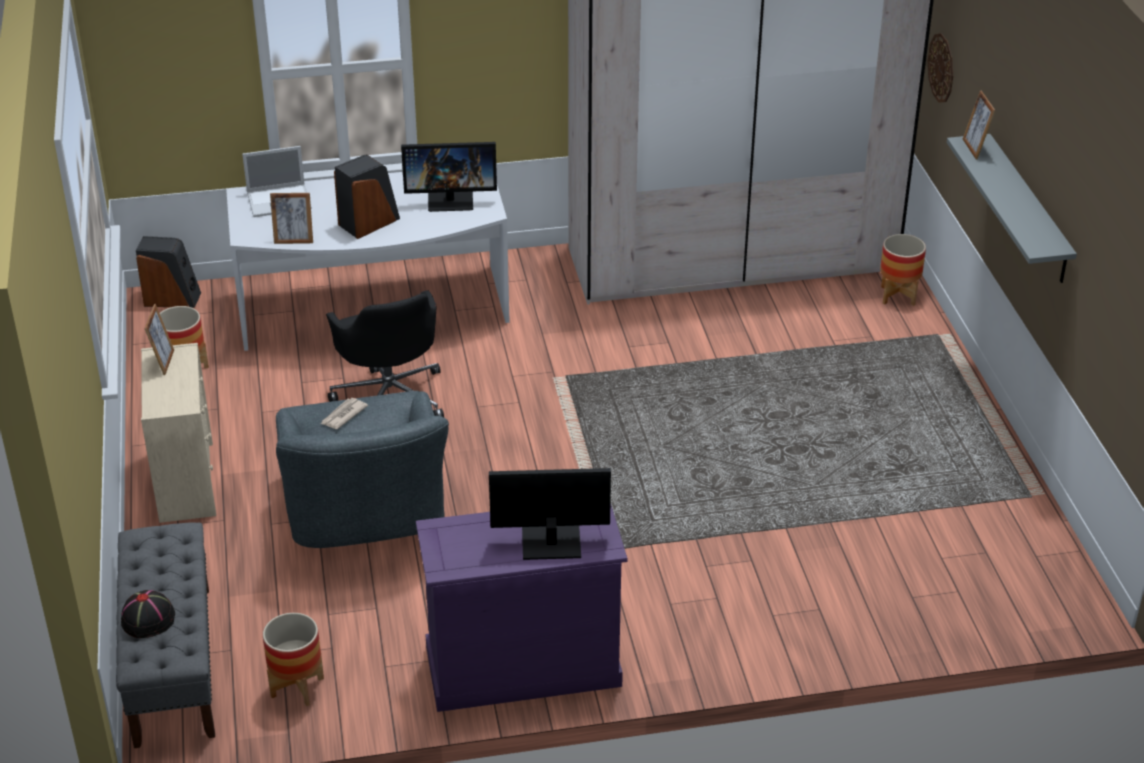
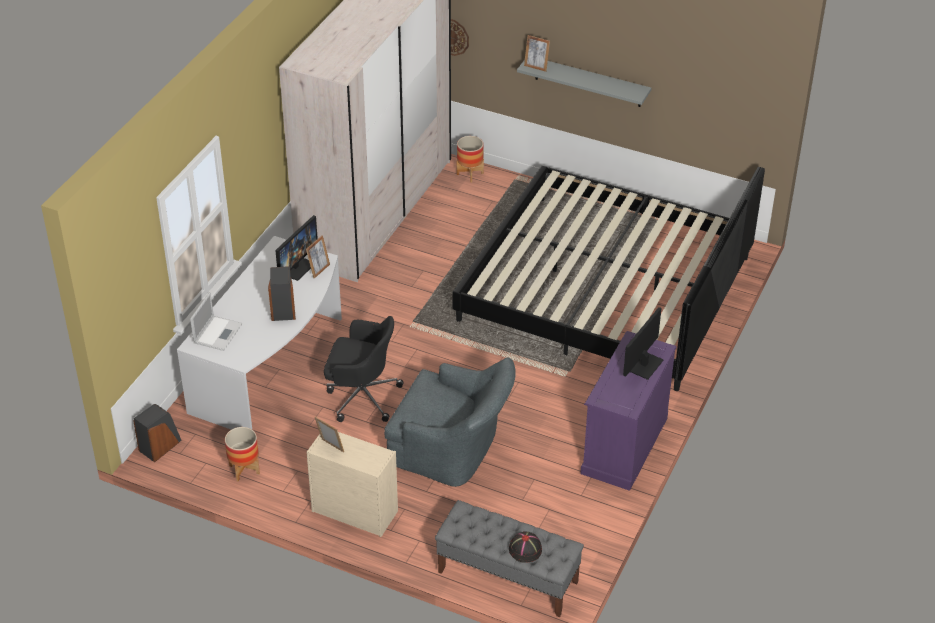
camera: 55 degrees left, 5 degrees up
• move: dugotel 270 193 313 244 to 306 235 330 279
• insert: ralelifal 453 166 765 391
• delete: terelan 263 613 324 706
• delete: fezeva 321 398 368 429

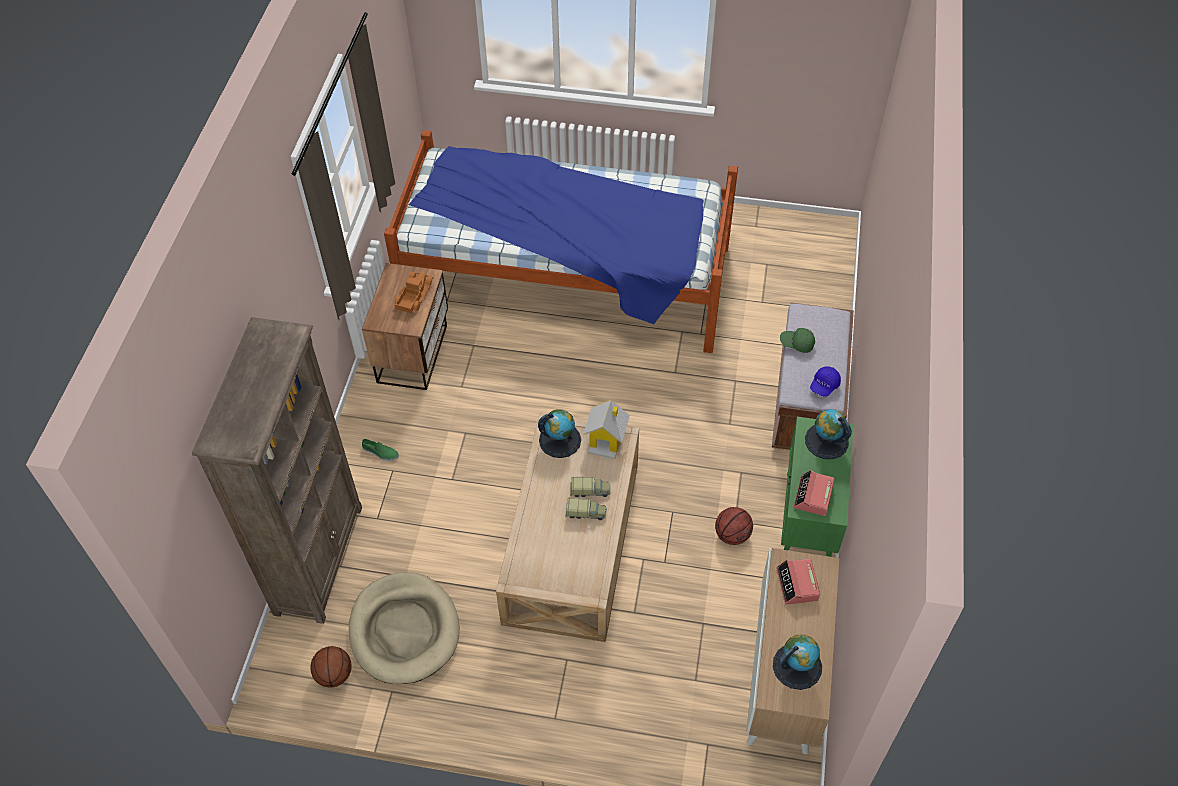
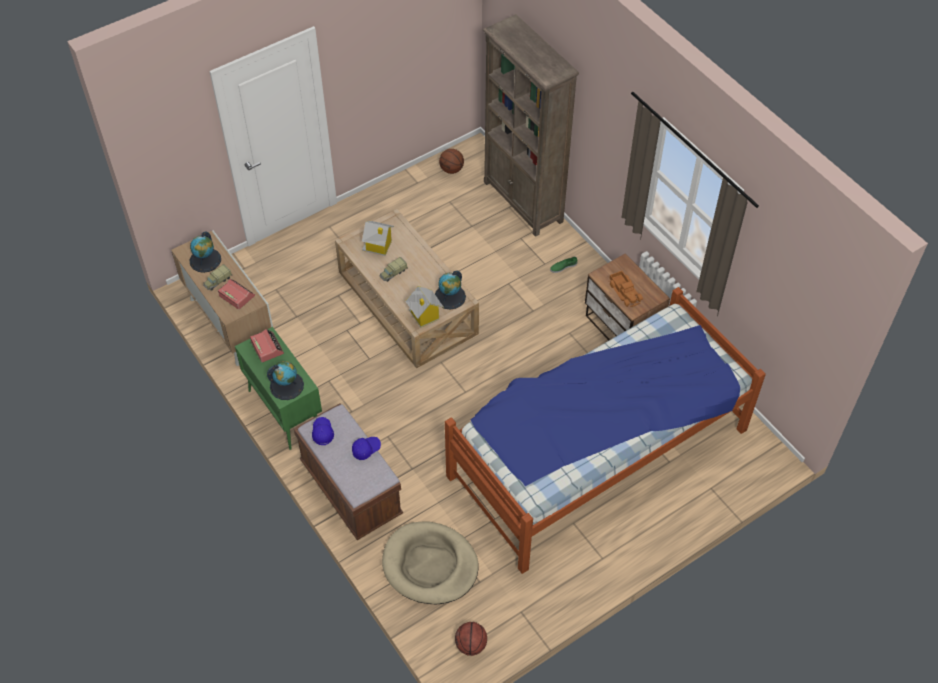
camera: 135 degrees right, 0 degrees up
• move: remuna 570 477 610 497 to 203 264 232 291
• recolor: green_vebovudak 780 328 815 353 to blue_vebovudak 352 437 381 460
• insert: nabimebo 362 221 394 256
• move: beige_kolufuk 349 572 460 684 to 382 521 479 604
• move: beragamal 715 507 753 545 to 455 622 487 656

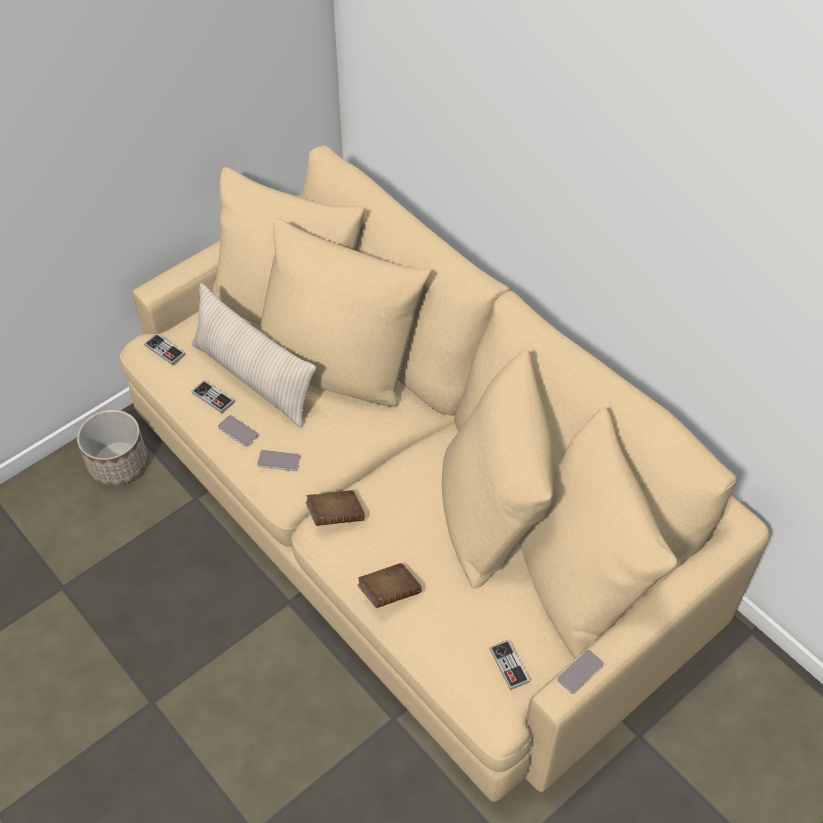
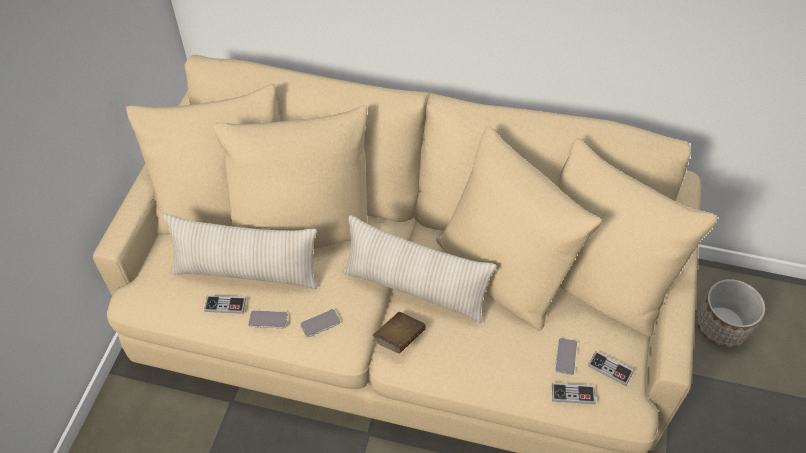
camera: 35 degrees left, 0 degrees up
• insert: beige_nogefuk 343 215 497 323
• move: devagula 144 333 186 365 to 552 383 595 404
• move: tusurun 557 649 604 694 to 555 338 577 375
• move: terelan 77 410 148 486 to 696 279 765 348
• delete: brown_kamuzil 357 563 422 608

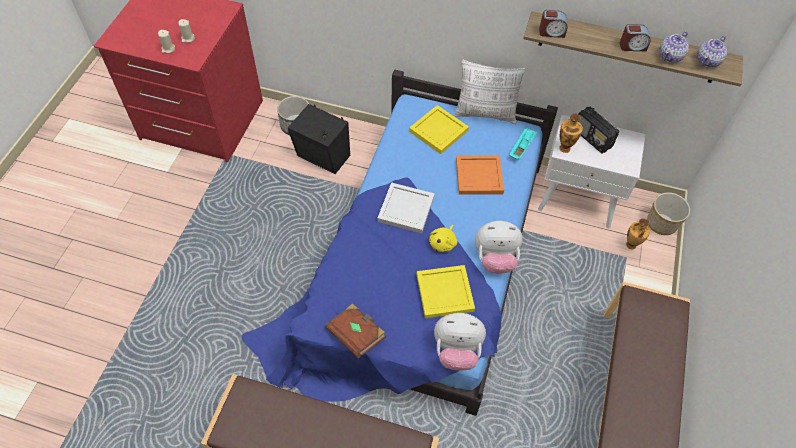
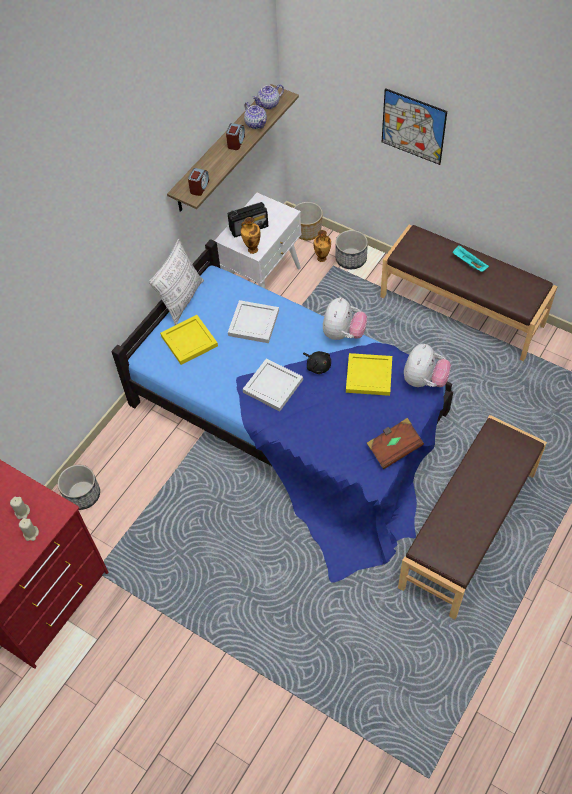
camera: 70 degrees left, 0 degrees up
• recolor: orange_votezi 456 155 504 195 to white_votezi 228 300 279 343
• rotate: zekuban 697 36 727 67 = 252 84 284 109 90 degrees clockwise
• recolor: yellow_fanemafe 429 225 457 252 to black_fanemafe 303 351 331 374
• insert: terelan 336 230 368 269
• insert: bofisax 382 88 447 165
• move: turquoise_votezi 510 128 537 160 to 452 245 489 272
• delete: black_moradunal 288 104 350 174

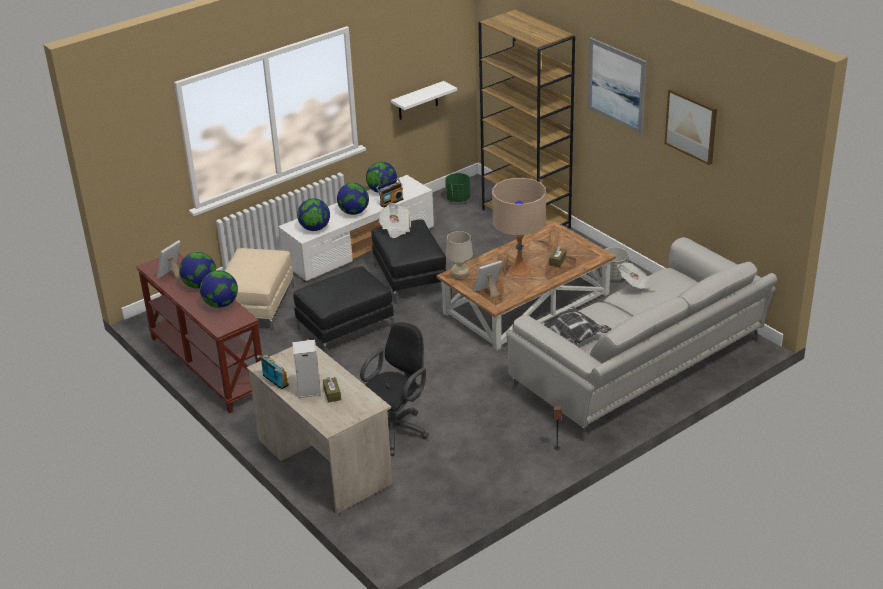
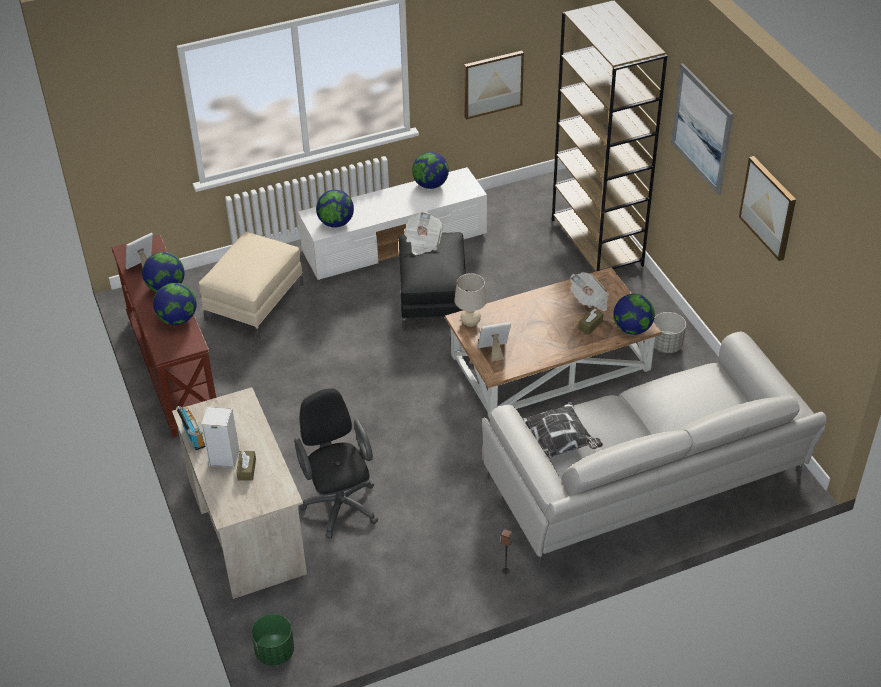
camera: 15 degrees right, 10 degrees up
• move: green_terelan 445 173 471 202 to 251 614 294 666
• rotate: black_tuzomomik 360 322 429 456 = 294 388 378 539 75 degrees counterclockwise
• replace: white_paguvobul 391 81 457 120 to bofisax 464 51 524 120
• move: fezeva 617 262 654 291 to 570 272 609 311
• move: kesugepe 337 183 369 215 to 613 294 655 335
• delete: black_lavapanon 293 266 394 354
• delete: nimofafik 376 178 404 208
• delete: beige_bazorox 492 178 546 277

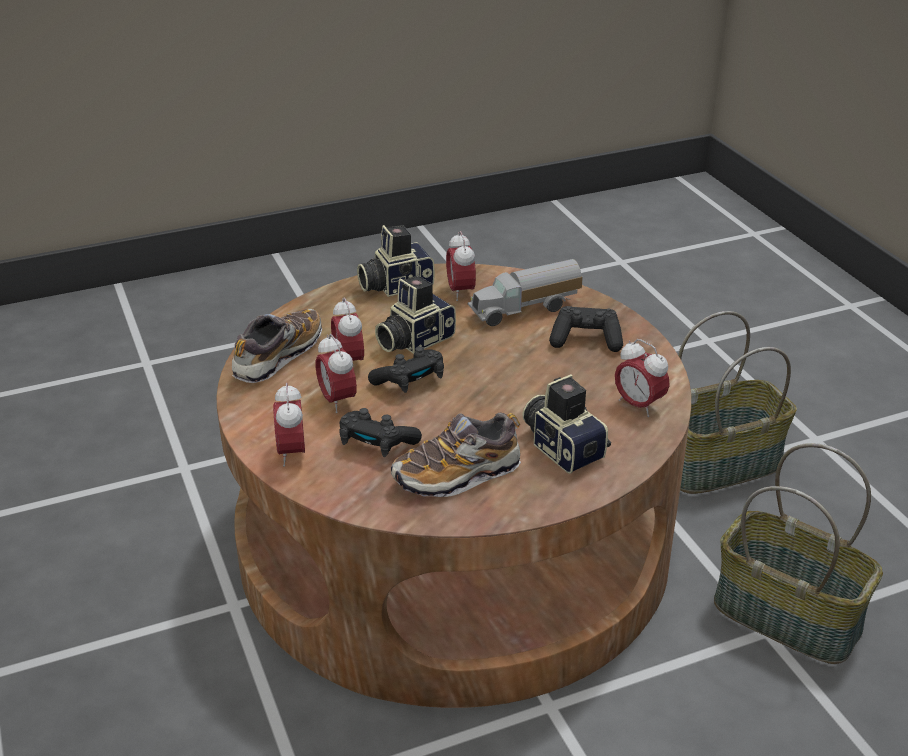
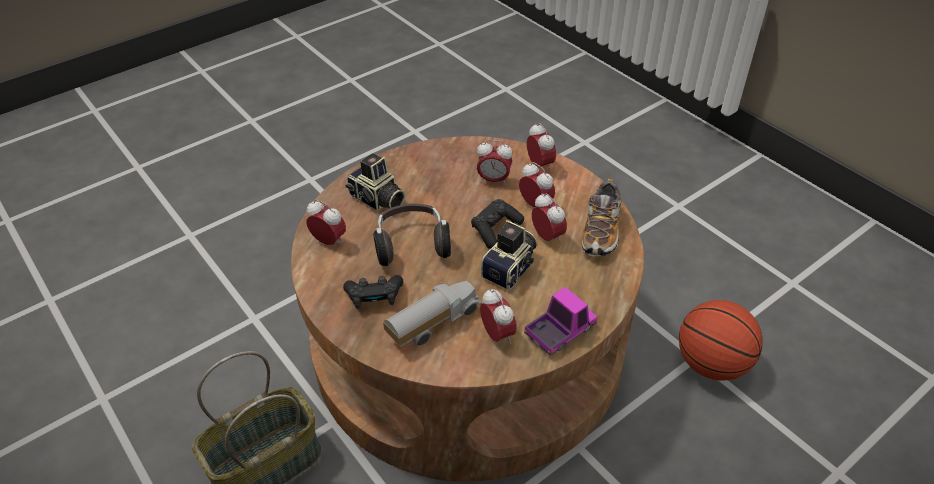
camera: 165 degrees right, 10 degrees up
• insert: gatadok 373 204 451 266
• replace: black_devagula 340 408 422 457 to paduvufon 477 140 512 185
• replace: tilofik 357 225 435 297 to remuna 524 287 598 356
• insert: beragamal 679 300 763 381
• delete: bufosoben 391 413 521 497
• delete: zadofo 714 443 883 664

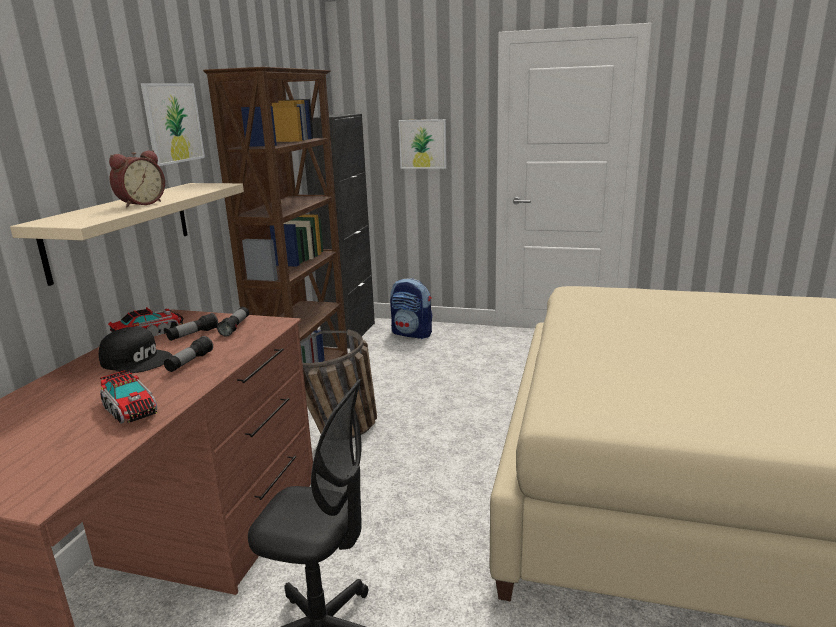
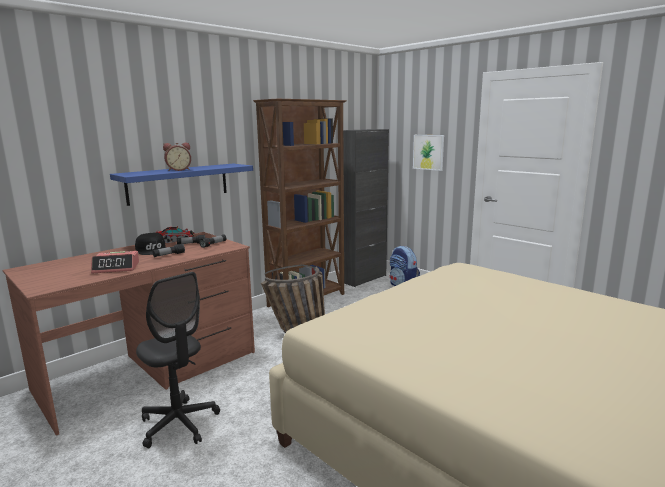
camera: 30 degrees right, 5 degrees down
• replace: remuna 100 370 157 424 to paduvufon 91 251 139 273
• recolor: beige_paguvobul 10 183 244 286 to blue_paguvobul 110 164 253 206
• delete: bofisax 141 83 205 166

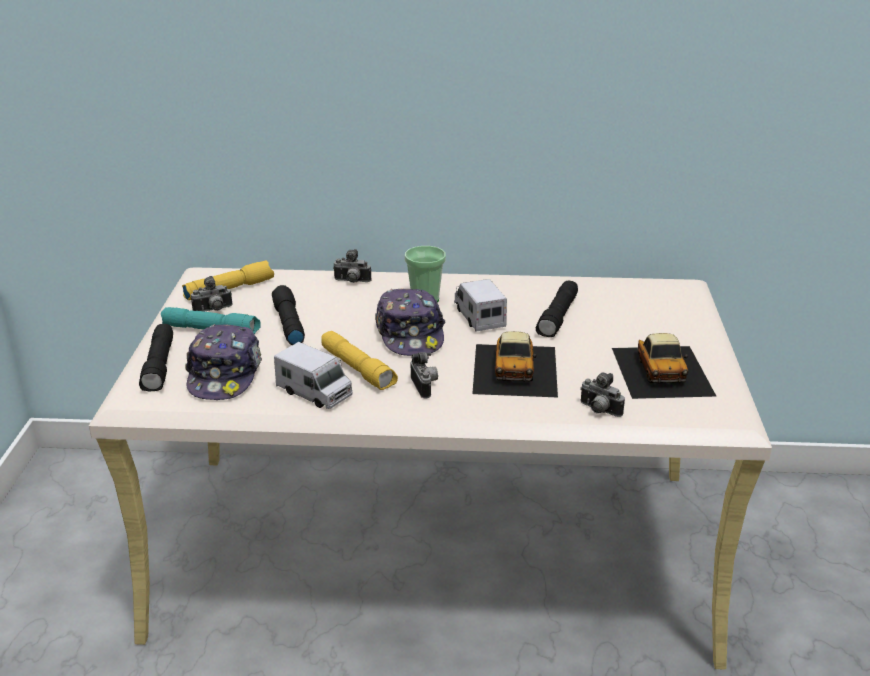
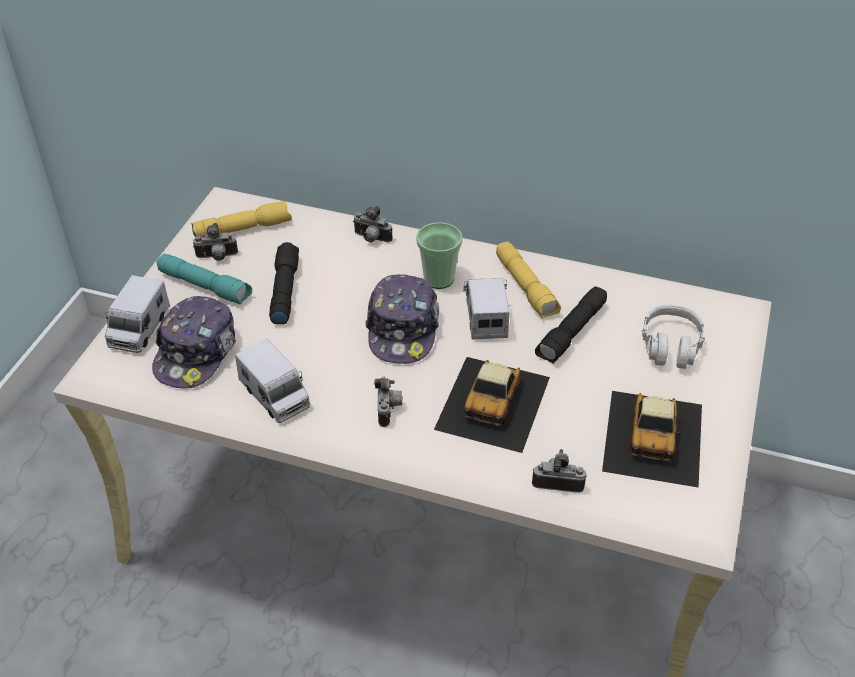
camera: 15 degrees right, 15 degrees up
• replace: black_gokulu 139 324 173 391 to remuna 105 275 170 353
• move: yellow_gokulu 321 331 398 390 to 496 241 561 318
• rotate: tilofik 580 373 625 417 = 532 449 587 493 135 degrees clockwise
• insert: grey_gatadok 642 304 705 369

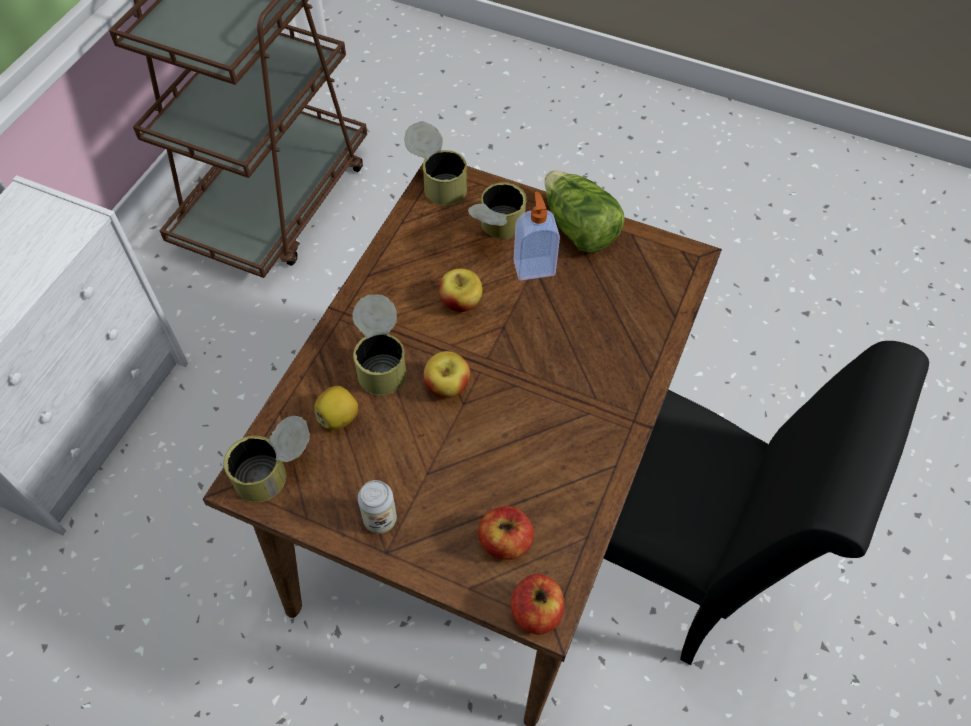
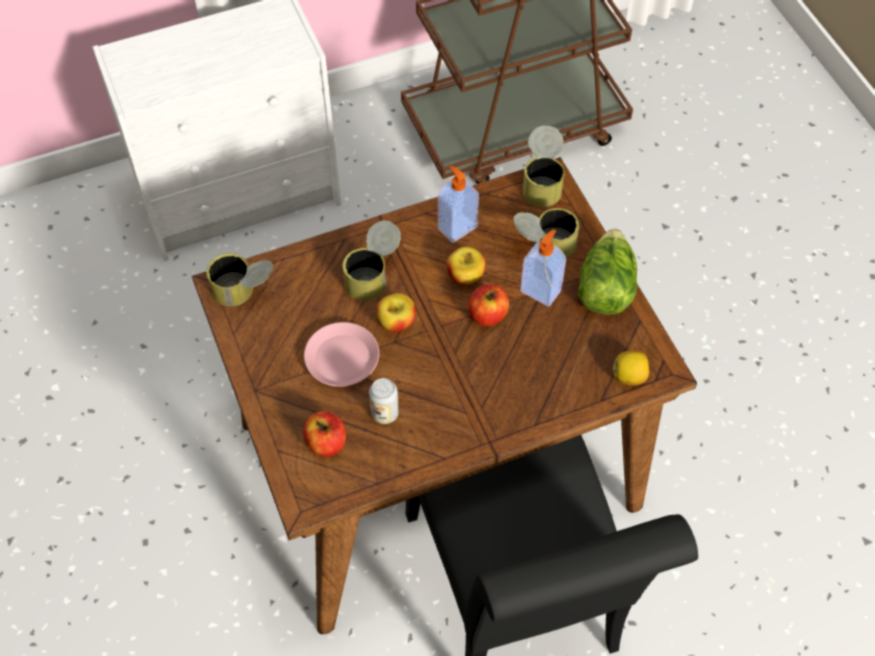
camera: 45 degrees right, 0 degrees up
• insert: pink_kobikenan 304 322 379 387
• move: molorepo 358 480 397 533 to 369 378 399 424
• insert: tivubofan 438 165 479 243
• move: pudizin 511 574 564 635 to 468 284 509 326
• move: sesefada 314 386 358 430 to 613 350 649 385

